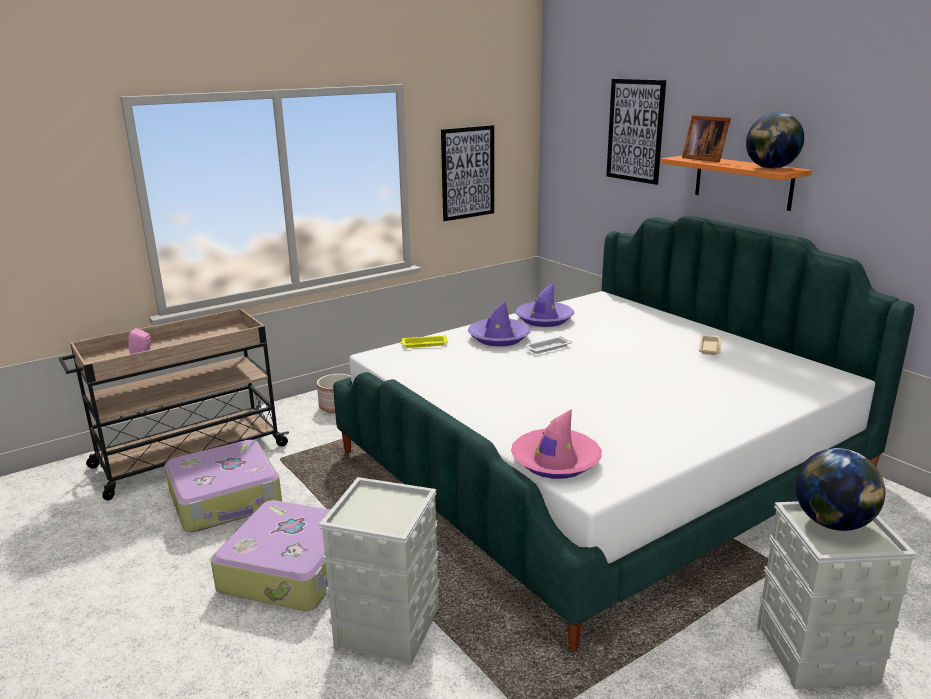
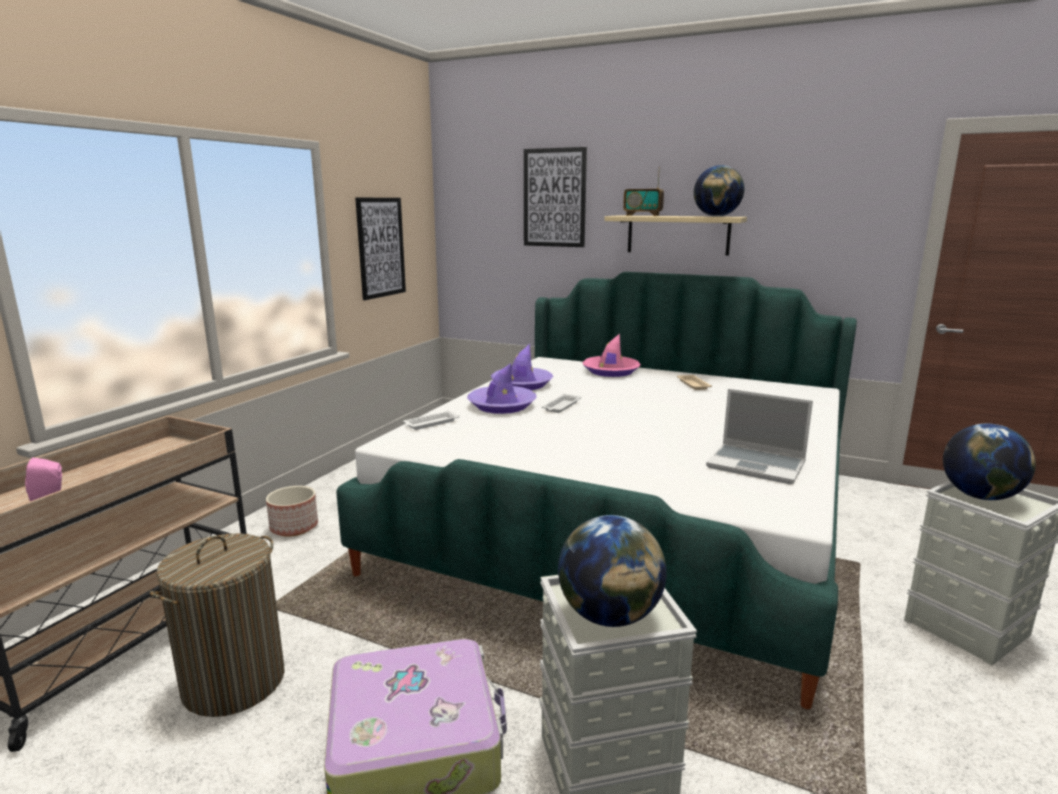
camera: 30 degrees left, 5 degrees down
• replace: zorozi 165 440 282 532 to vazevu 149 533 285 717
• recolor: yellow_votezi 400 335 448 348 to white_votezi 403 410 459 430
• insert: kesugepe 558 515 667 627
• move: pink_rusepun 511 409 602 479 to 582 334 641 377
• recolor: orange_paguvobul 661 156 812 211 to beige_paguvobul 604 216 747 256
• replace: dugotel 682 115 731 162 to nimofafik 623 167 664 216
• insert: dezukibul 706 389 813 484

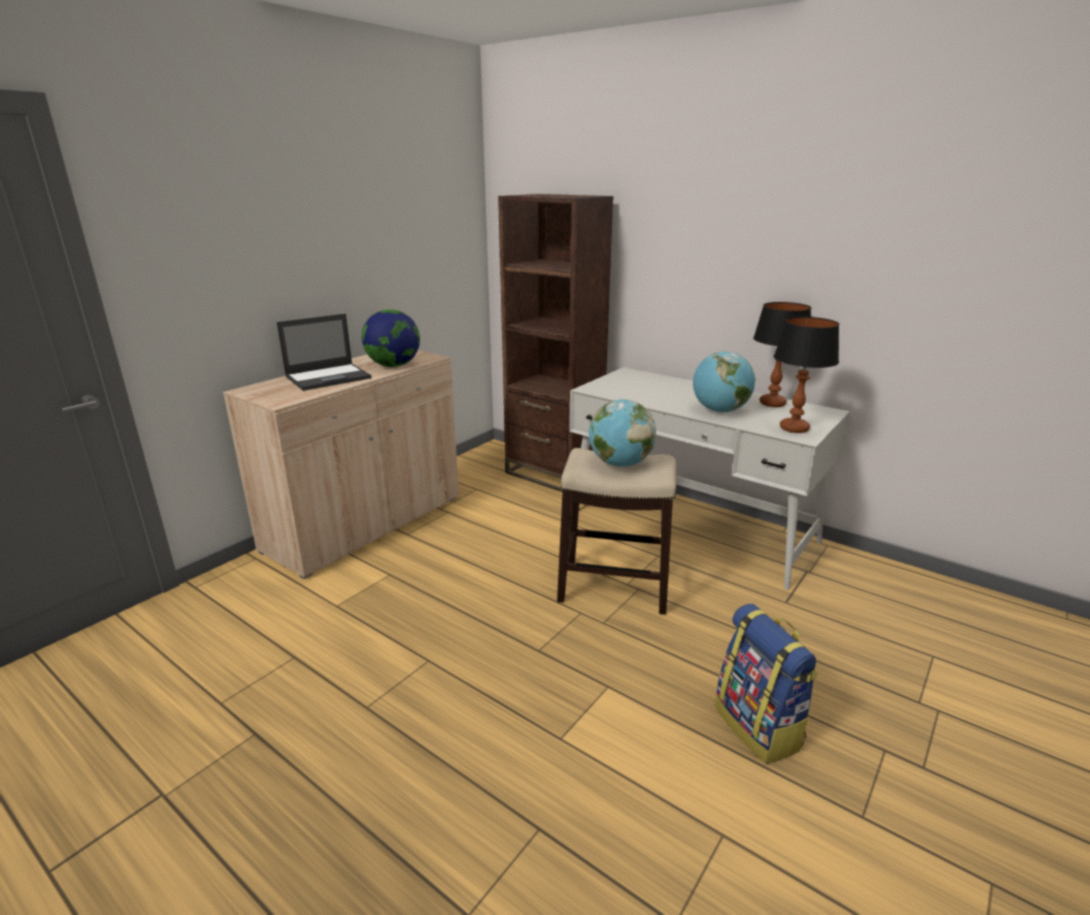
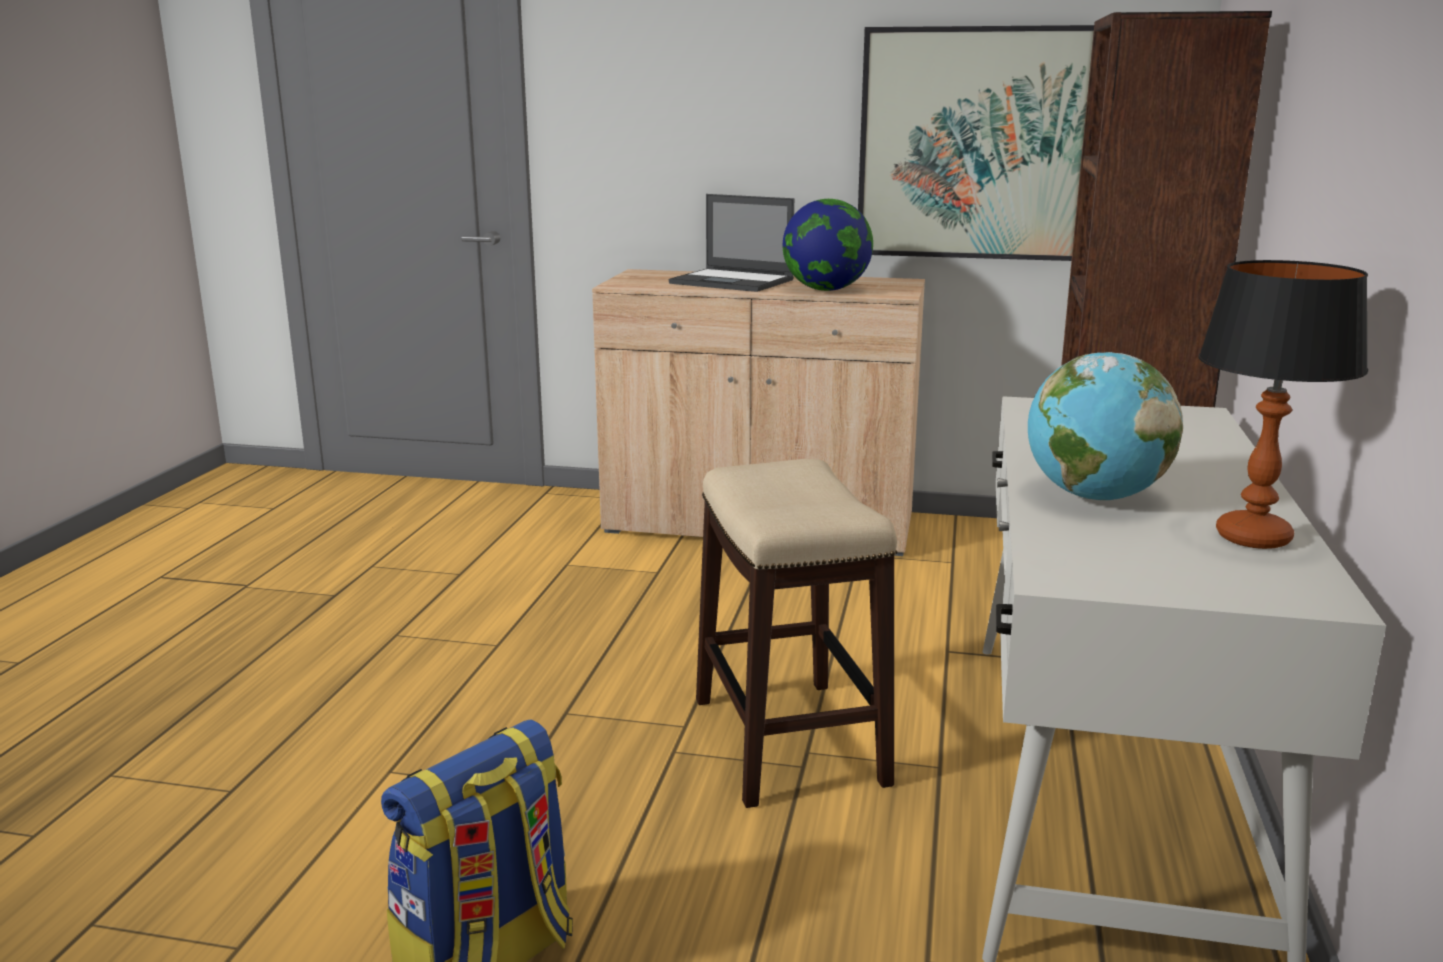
camera: 65 degrees right, 5 degrees down
• insert: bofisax 858 25 1094 261
• delete: kesugepe 589 399 656 467
• delete: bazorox 774 317 839 433

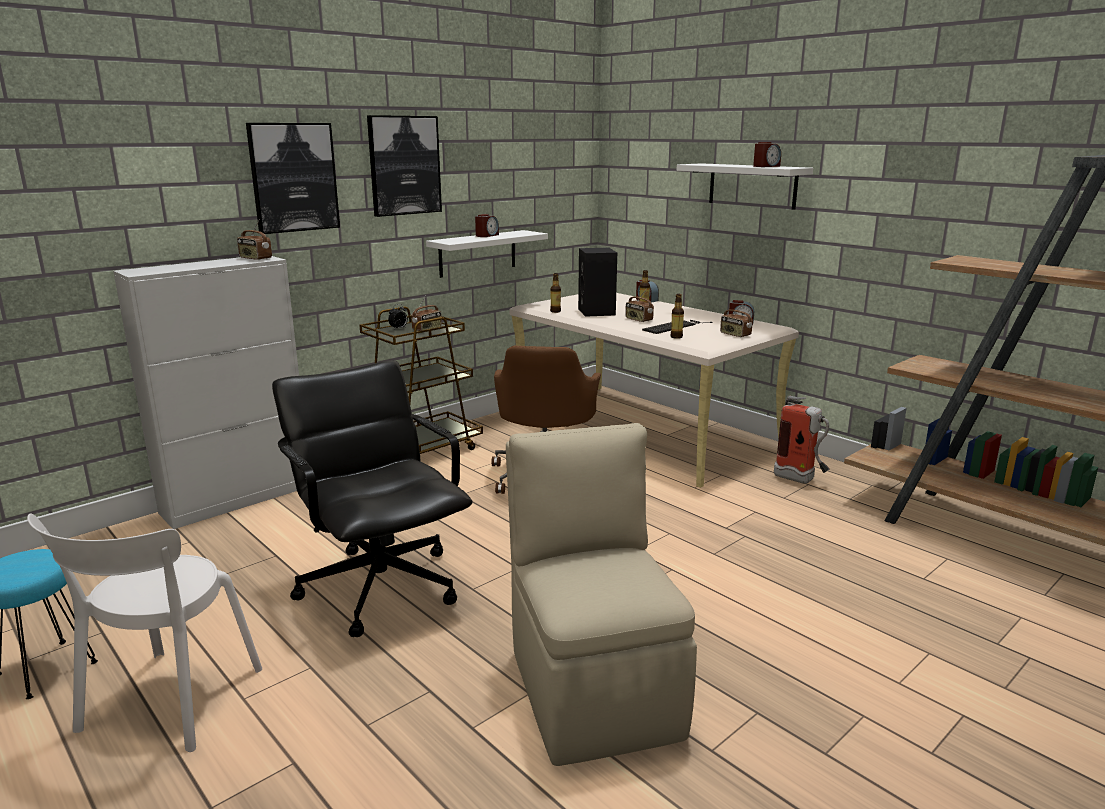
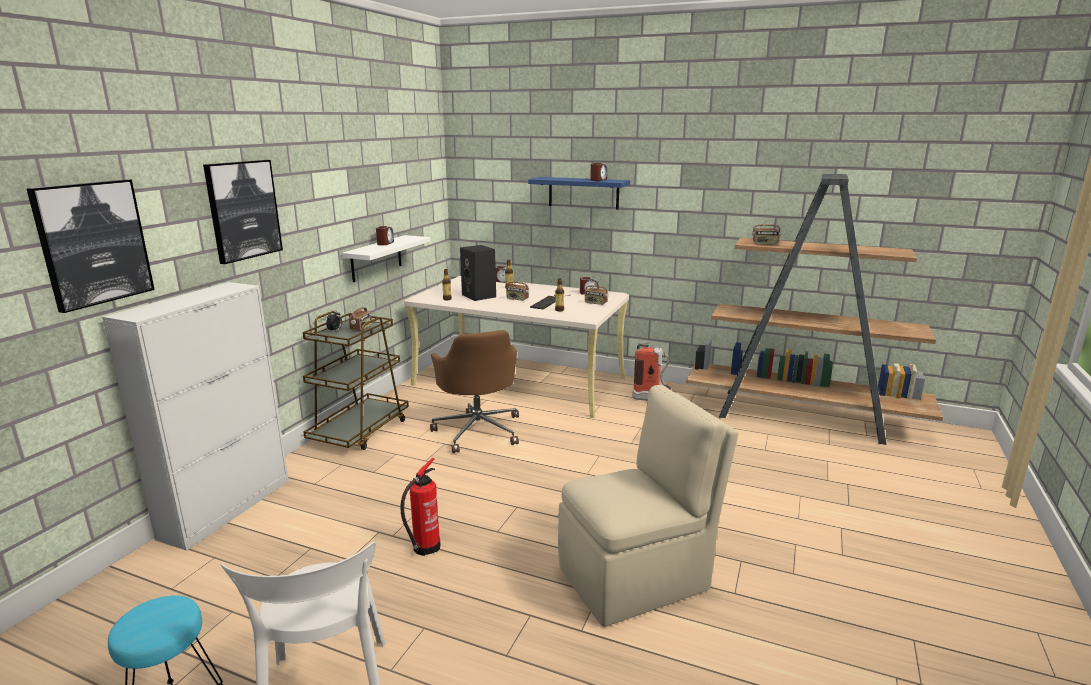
camera: 25 degrees left, 0 degrees up
• move: bofisax 367 115 442 217 to 26 179 155 313
• replace: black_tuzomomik 272 360 473 637 to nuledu 400 458 441 556
• recolor: white_paguvobul 676 163 813 210 to blue_paguvobul 528 177 630 210
• rotate: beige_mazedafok 506 423 697 766 = 558 385 738 627 105 degrees clockwise
• move: nimofafik 237 219 272 260 to 752 216 781 245

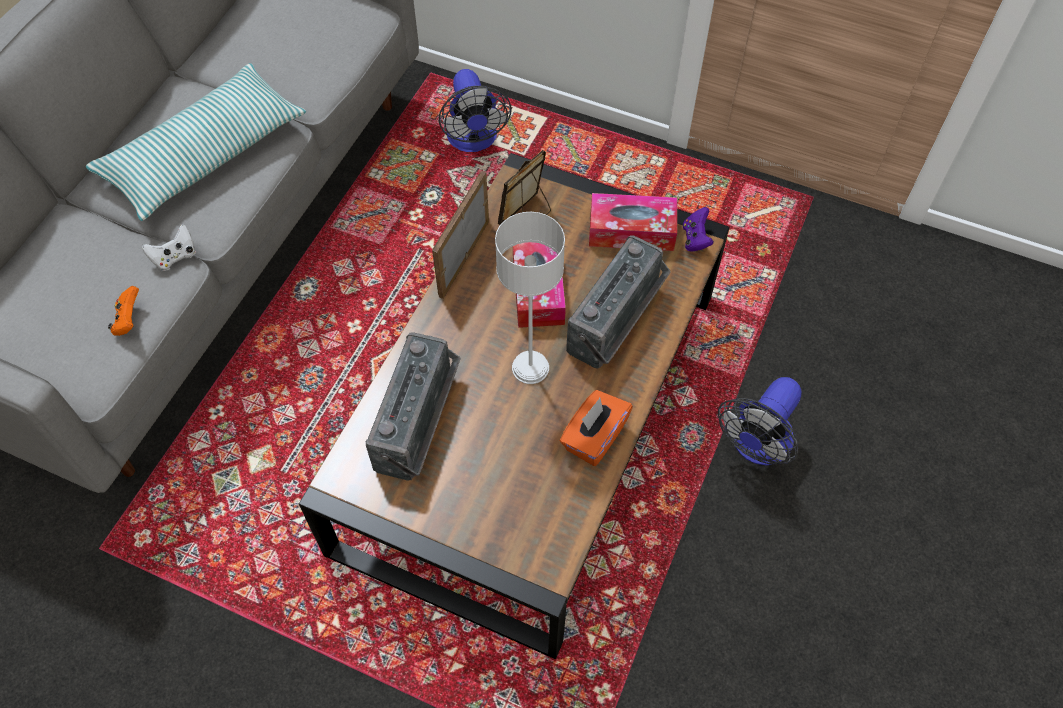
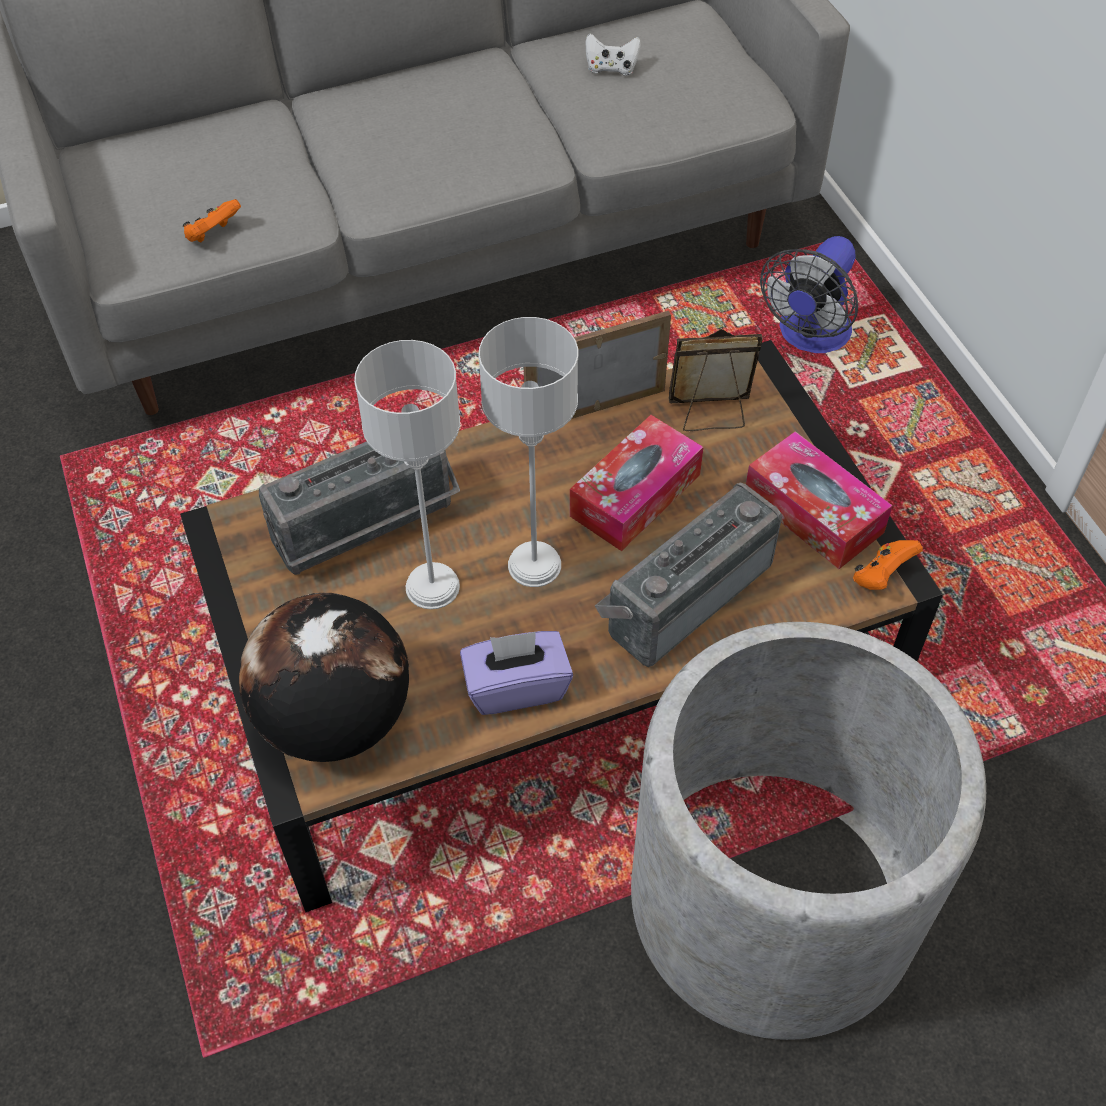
camera: 45 degrees right, 5 degrees down
• insert: kesugepe 239 593 409 762
• insert: grey_bazorox 354 340 460 609
• recolor: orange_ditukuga 560 390 633 466 to purple_ditukuga 460 631 573 715
• move: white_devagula 142 224 196 271 to 585 33 641 76
• rotate: nimofafik 566 235 671 369 = 595 482 782 667 150 degrees clockwise
• replace: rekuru 718 377 802 465 to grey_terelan 631 622 986 1040
• recolor: purple_devagula 683 207 714 252 to orange_devagula 853 540 923 590
• delete: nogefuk 86 63 306 221

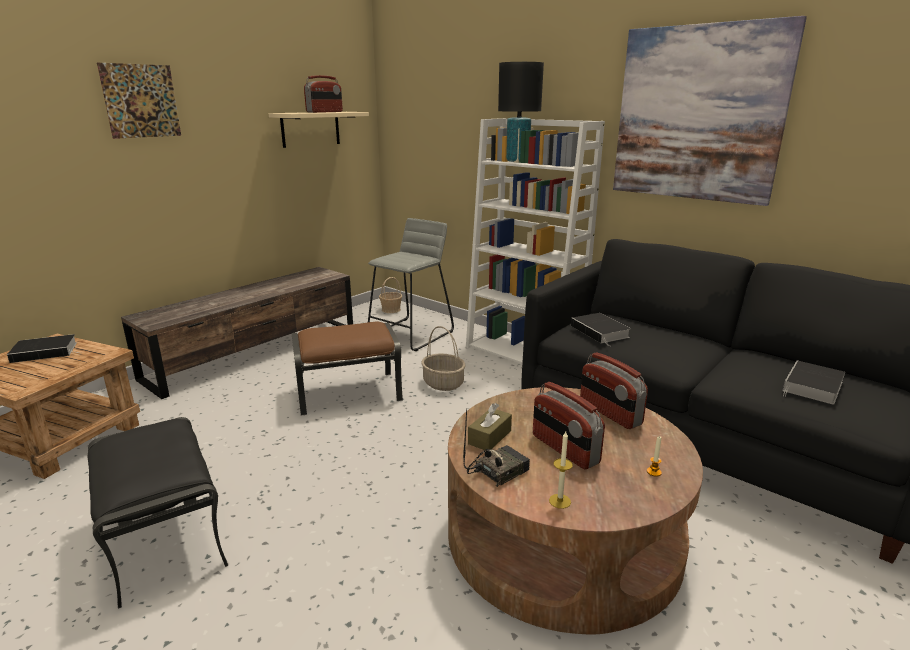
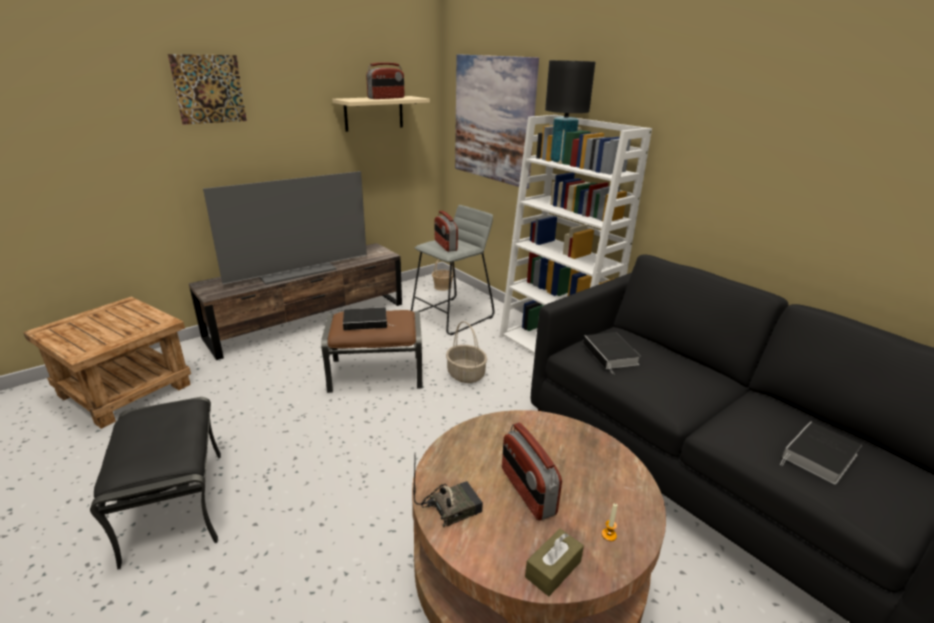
camera: 10 degrees right, 5 degrees up
• insert: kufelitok 203 171 367 285
• move: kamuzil 7 334 81 363 to 343 307 395 330
• move: nimofafik 580 352 648 429 to 435 211 458 252
• move: bofisax 613 16 807 206 to 455 54 539 189
• move: brown_ditukuga 468 403 512 450 to 525 528 584 596
• delete: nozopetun 549 432 573 509

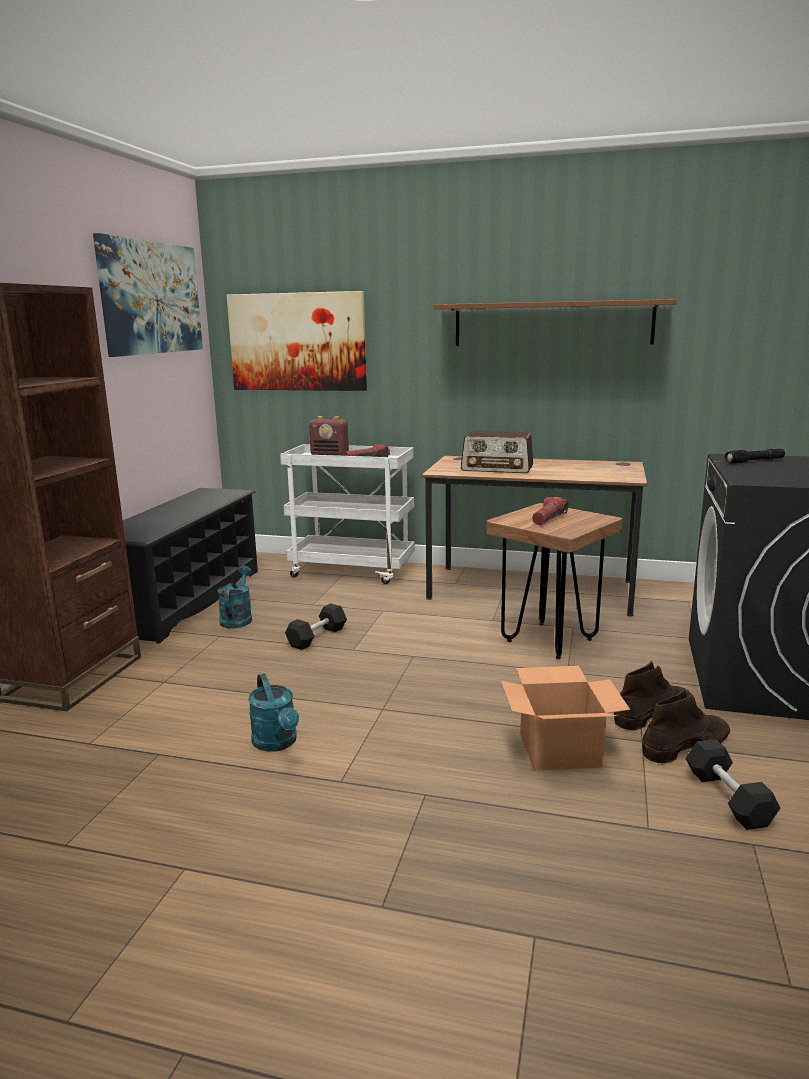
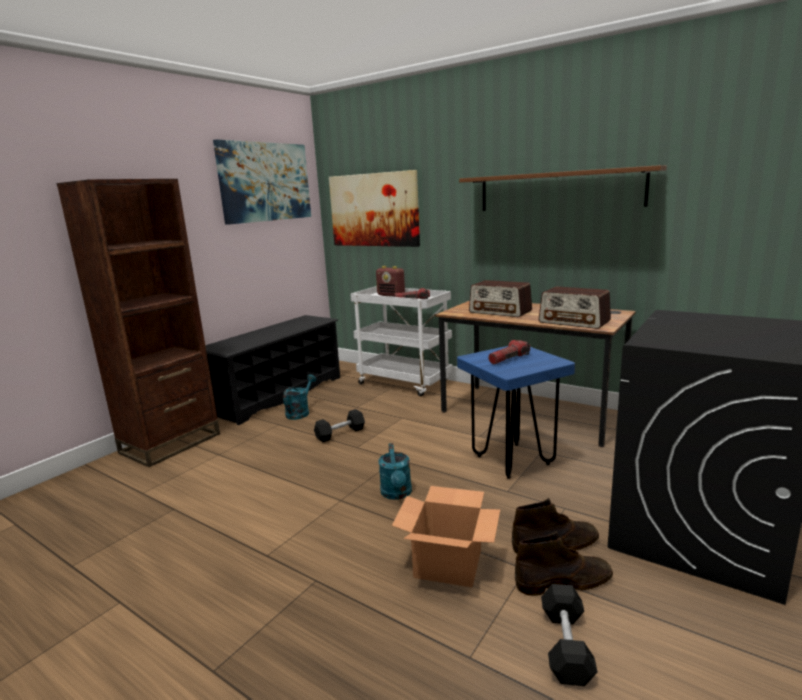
camera: 20 degrees right, 0 degrees up
• move: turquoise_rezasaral 248 673 299 752 to 378 443 412 500
• recolor: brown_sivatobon 486 503 622 659 to blue_sivatobon 457 346 575 479
• insert: nimofafik 539 286 611 329
• delete: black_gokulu 725 449 785 463

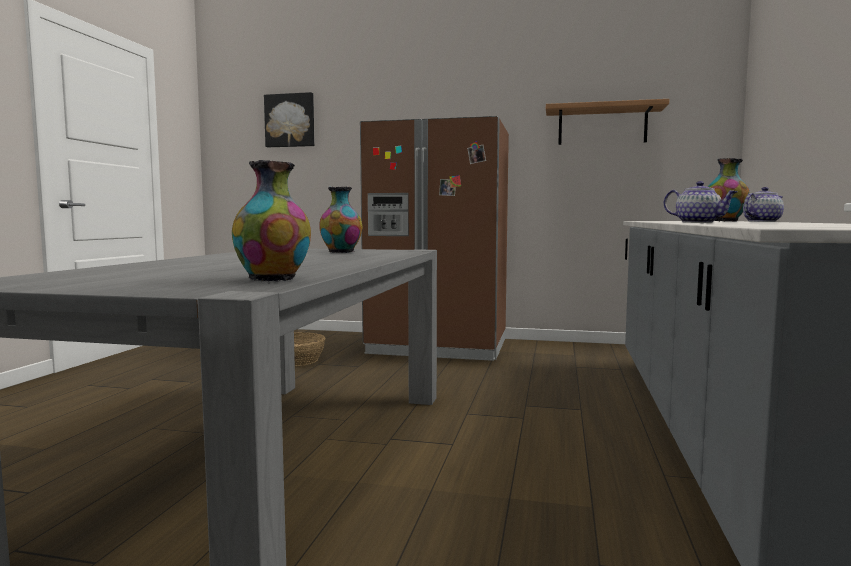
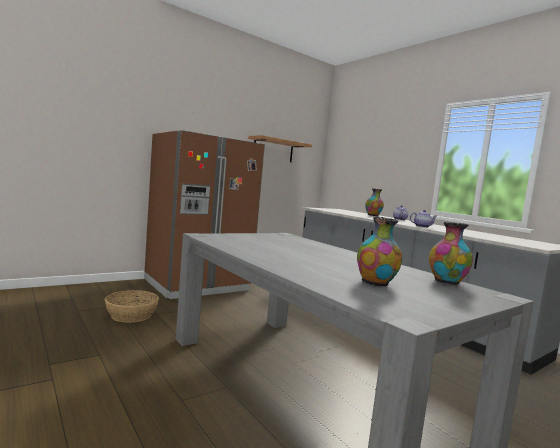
camera: 50 degrees left, 0 degrees up
• move: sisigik 319 187 362 253 to 357 216 402 286
• delete: bofisax 264 92 314 147

